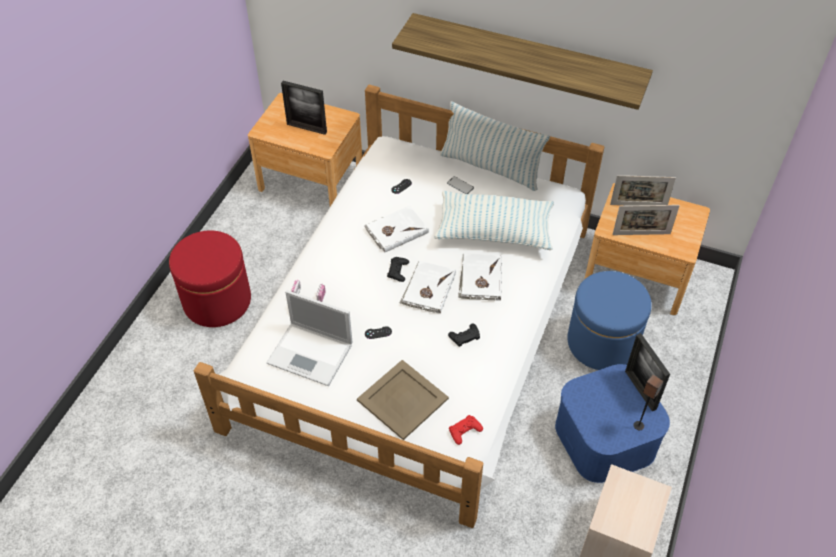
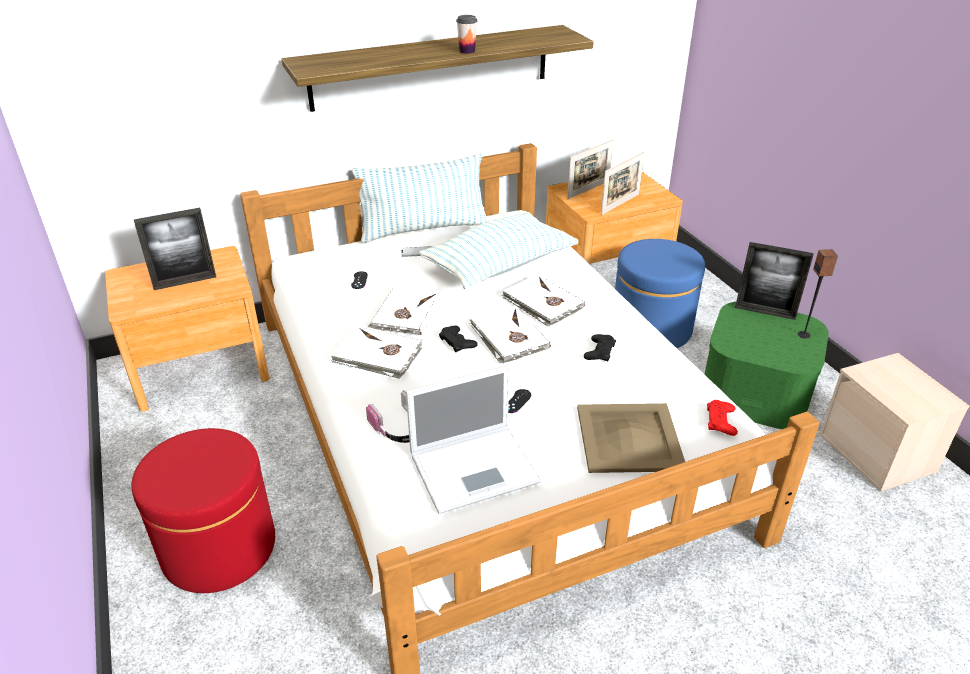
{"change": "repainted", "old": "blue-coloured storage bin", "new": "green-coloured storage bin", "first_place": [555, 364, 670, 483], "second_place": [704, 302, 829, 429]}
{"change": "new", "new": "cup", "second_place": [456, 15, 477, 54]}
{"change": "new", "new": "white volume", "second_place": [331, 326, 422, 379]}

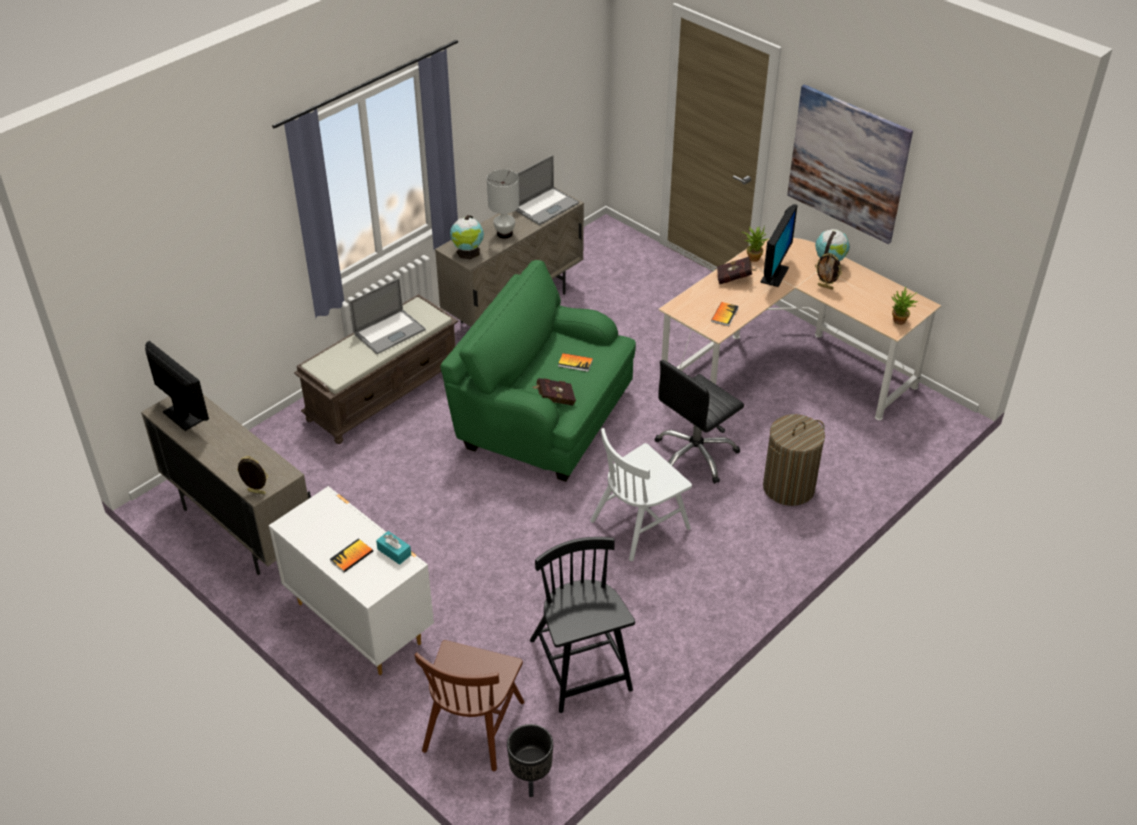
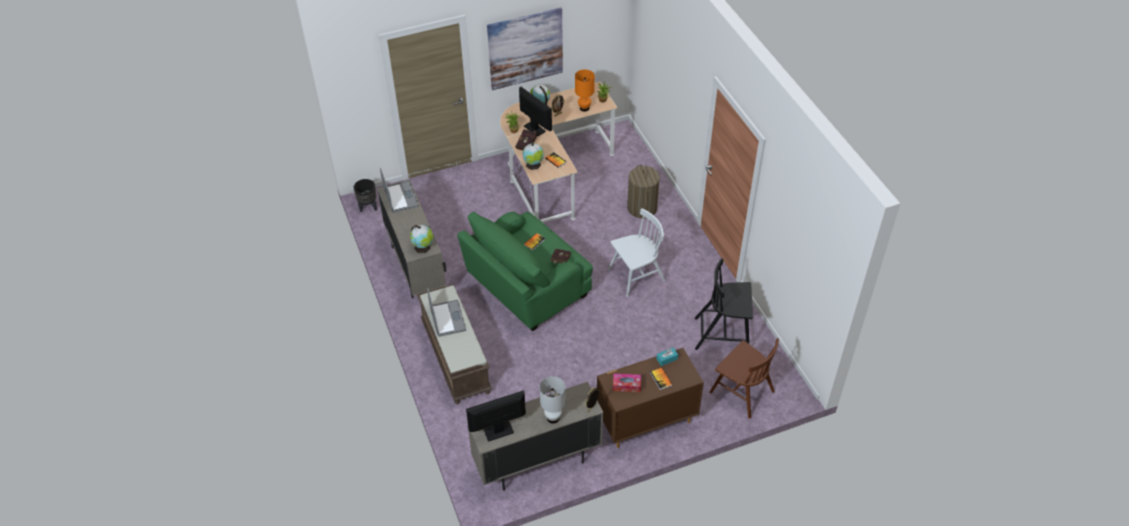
{"change": "shifted", "old": "white lamp for a table", "first_place": [487, 169, 519, 239], "second_place": [539, 376, 565, 423]}
{"change": "gone", "old": "black-coloured office chair", "first_place": [655, 360, 744, 484]}
{"change": "rotated", "old": "white upright chair", "first_place": [590, 428, 692, 561], "second_place": [608, 208, 666, 297], "degrees": -105}
{"change": "repainted", "old": "white drawer chest", "new": "brownish drawer chest", "first_place": [269, 486, 434, 675], "second_place": [597, 348, 704, 448]}
{"change": "shifted", "old": "black-coloured flower pot", "first_place": [507, 724, 553, 797], "second_place": [354, 179, 377, 212]}
{"change": "new", "new": "orangey lamp for a table", "second_place": [575, 70, 595, 112]}
{"change": "new", "new": "world globe", "second_place": [523, 142, 544, 170]}
{"change": "new", "new": "tissue box", "second_place": [613, 374, 641, 392]}

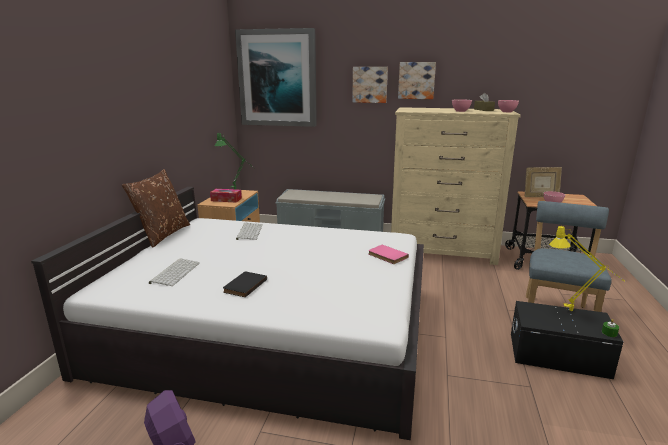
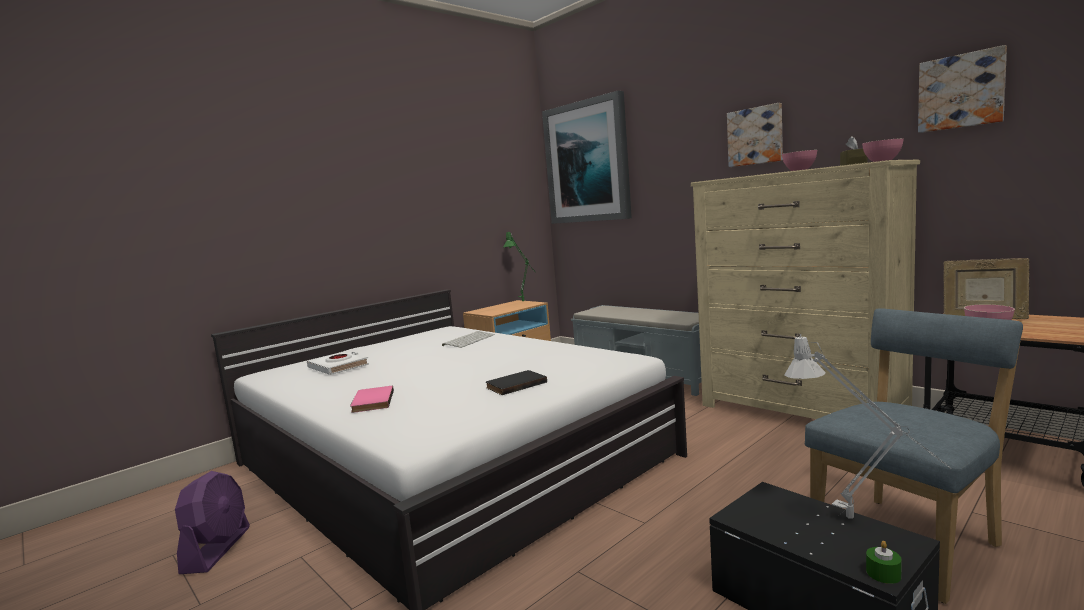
{"change": "shifted", "old": "picture", "first_place": [352, 67, 388, 103], "second_place": [918, 45, 1007, 133]}
{"change": "gone", "old": "brownish throw pillow", "first_place": [122, 169, 190, 248]}
{"change": "gone", "old": "tissue box", "first_place": [210, 189, 242, 203]}
{"change": "repainted", "old": "yellow-coloured lamp for a table", "new": "gray lamp for a table", "first_place": [549, 225, 625, 311], "second_place": [784, 334, 950, 519]}
{"change": "shifted", "old": "pink-coloured volume", "first_place": [368, 245, 409, 264], "second_place": [350, 386, 394, 413]}
{"change": "swapped", "old": "keyboard", "new": "white volume", "first_place": [149, 258, 200, 286], "second_place": [307, 351, 369, 375]}
{"change": "shifted", "old": "black-coloured volume", "first_place": [223, 272, 267, 297], "second_place": [486, 370, 547, 395]}

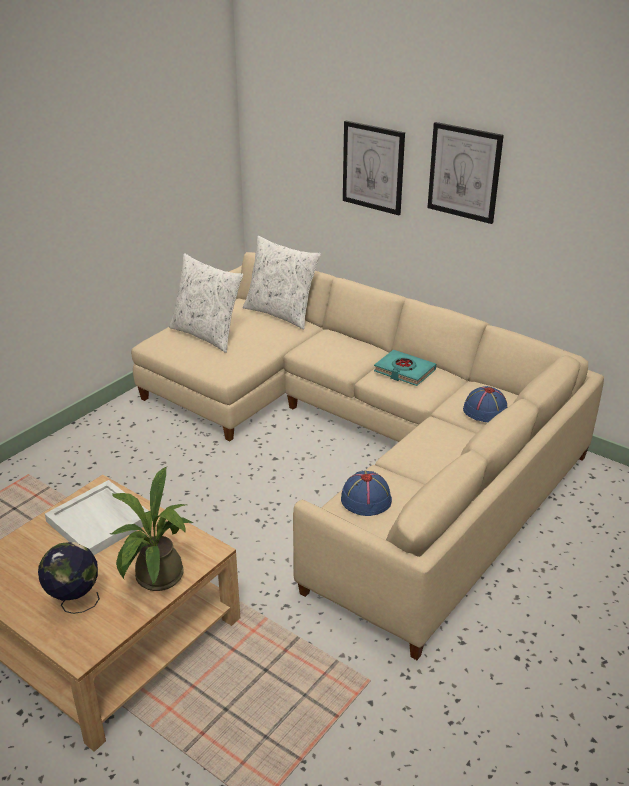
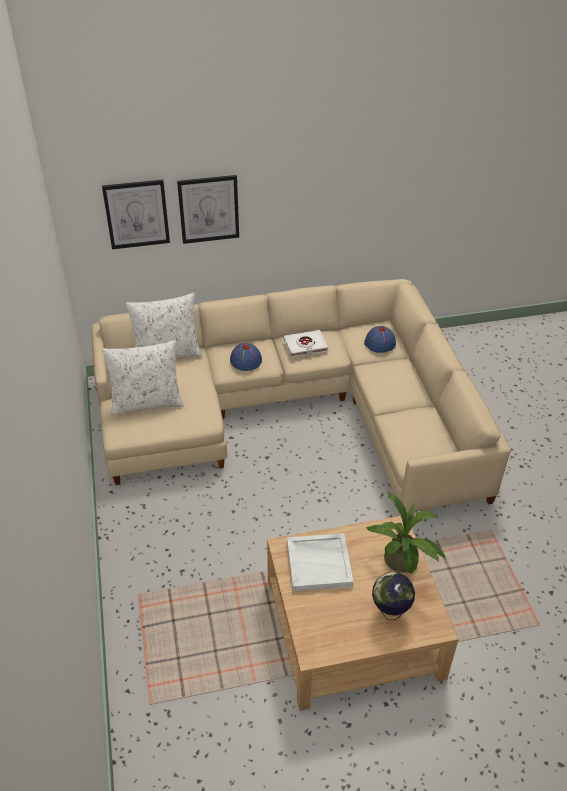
{"change": "shifted", "old": "picture", "first_place": [428, 122, 504, 224], "second_place": [102, 180, 170, 249]}
{"change": "repainted", "old": "turquoise-coloured volume", "new": "white volume", "first_place": [374, 350, 436, 386], "second_place": [284, 330, 328, 358]}
{"change": "shifted", "old": "blue-coloured hat", "first_place": [341, 471, 392, 516], "second_place": [230, 343, 262, 371]}

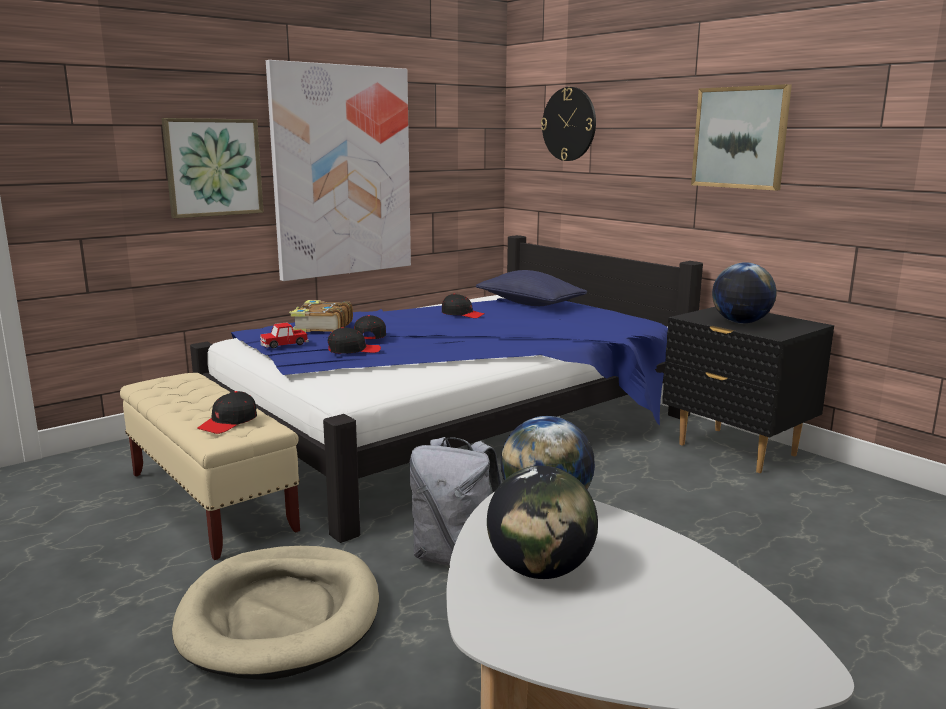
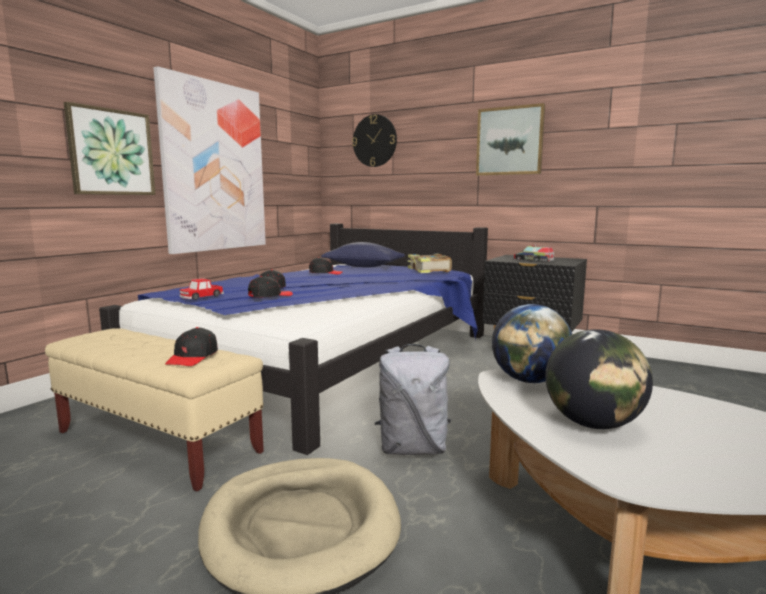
{"change": "swapped", "old": "world globe", "new": "model truck", "first_place": [712, 262, 777, 324], "second_place": [514, 245, 554, 262]}
{"change": "shifted", "old": "volume", "first_place": [289, 300, 353, 332], "second_place": [407, 253, 452, 273]}

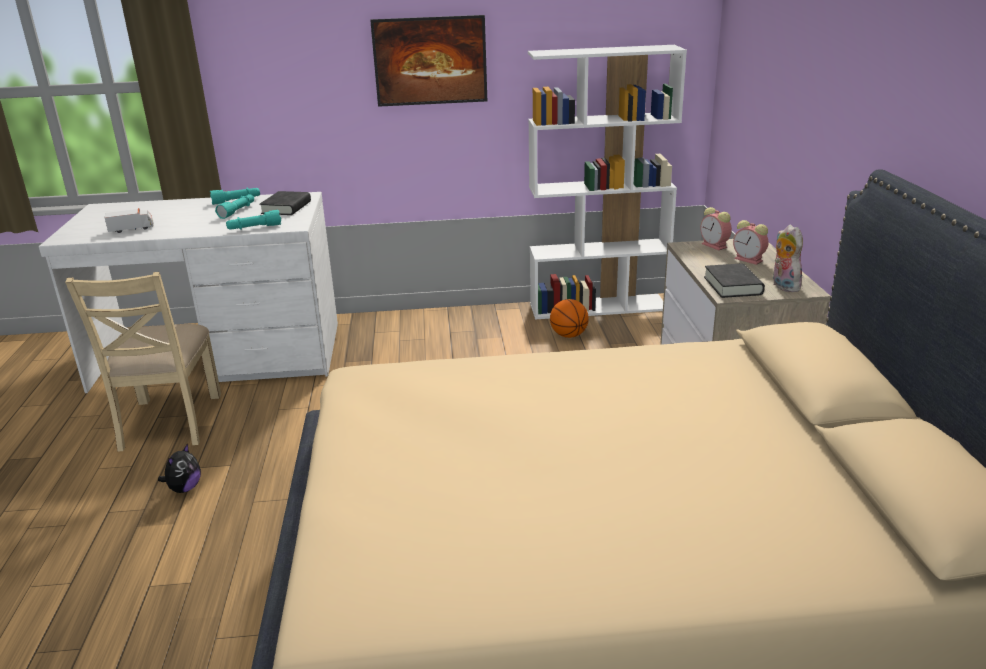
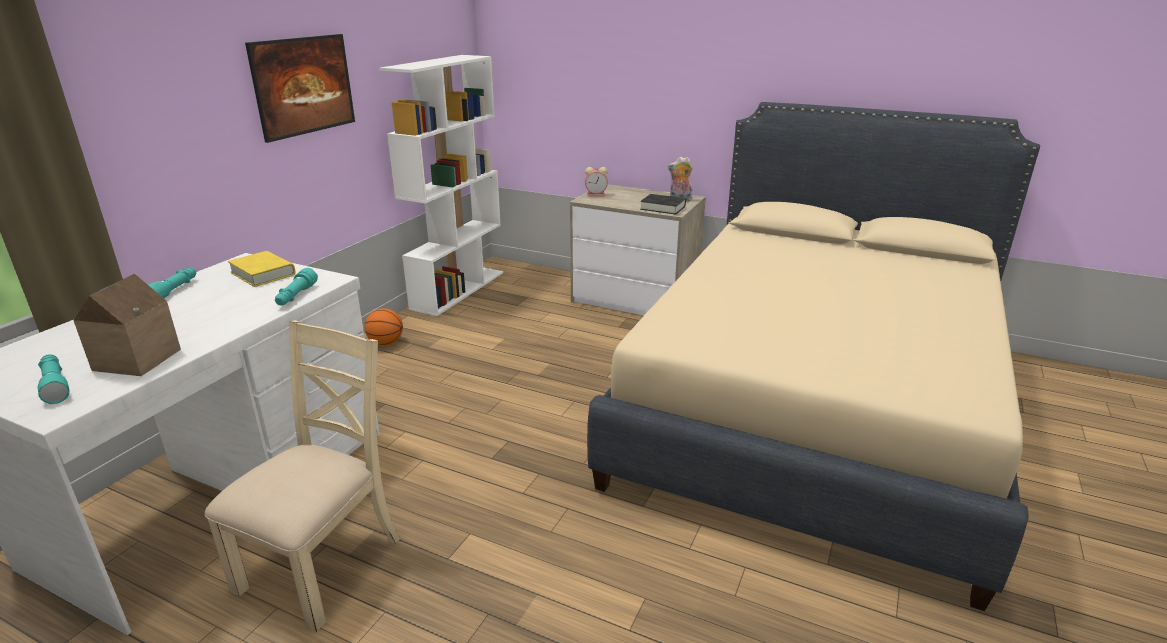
{"change": "repainted", "old": "black-coloured volume", "new": "yellow-coloured volume", "first_place": [259, 191, 311, 215], "second_place": [228, 251, 295, 287]}
{"change": "shifted", "old": "turquoise-coloured torch", "first_place": [215, 194, 254, 219], "second_place": [38, 354, 70, 404]}
{"change": "swapped", "old": "model truck", "new": "miniature house", "first_place": [105, 208, 154, 233], "second_place": [73, 274, 181, 376]}
{"change": "gone", "old": "alarm clock", "first_place": [733, 220, 769, 265]}
{"change": "rotated", "old": "beige-coloured upright chair", "first_place": [65, 272, 221, 452], "second_place": [205, 320, 400, 632], "degrees": -90}
{"change": "shifted", "old": "basketball", "first_place": [550, 299, 589, 338], "second_place": [364, 308, 403, 346]}
{"change": "gone", "old": "plush toy", "first_place": [158, 443, 201, 493]}

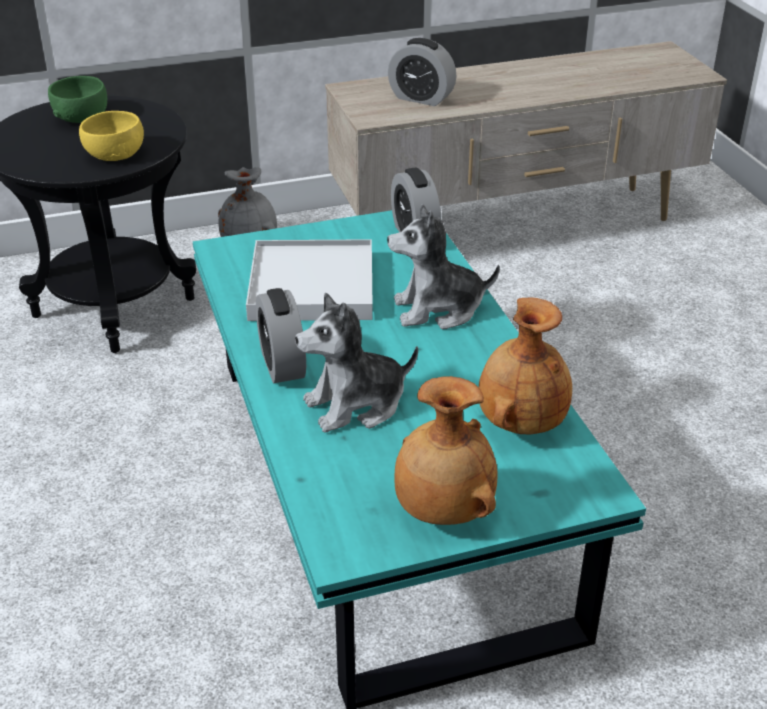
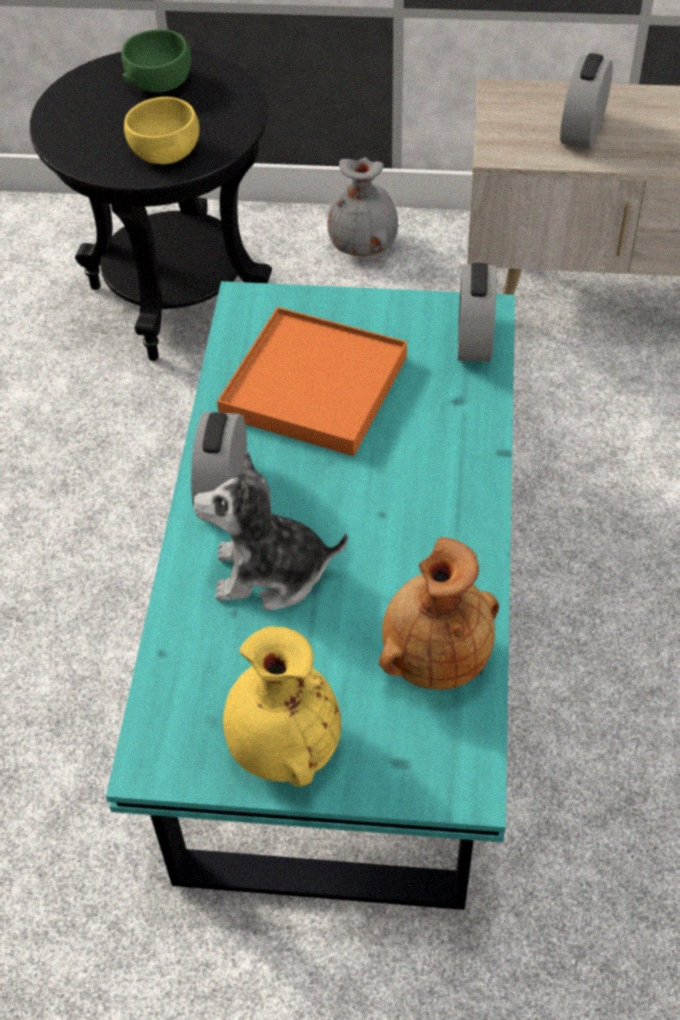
{"change": "rotated", "old": "alarm clock", "first_place": [388, 38, 457, 106], "second_place": [560, 53, 613, 149], "degrees": 60}
{"change": "gone", "old": "plush toy", "first_place": [387, 204, 500, 329]}
{"change": "repainted", "old": "white serving tray", "new": "orangey serving tray", "first_place": [246, 239, 373, 321], "second_place": [217, 307, 407, 456]}
{"change": "repainted", "old": "brownish decorative vase", "new": "yellow-coloured decorative vase", "first_place": [395, 376, 498, 525], "second_place": [223, 626, 341, 787]}

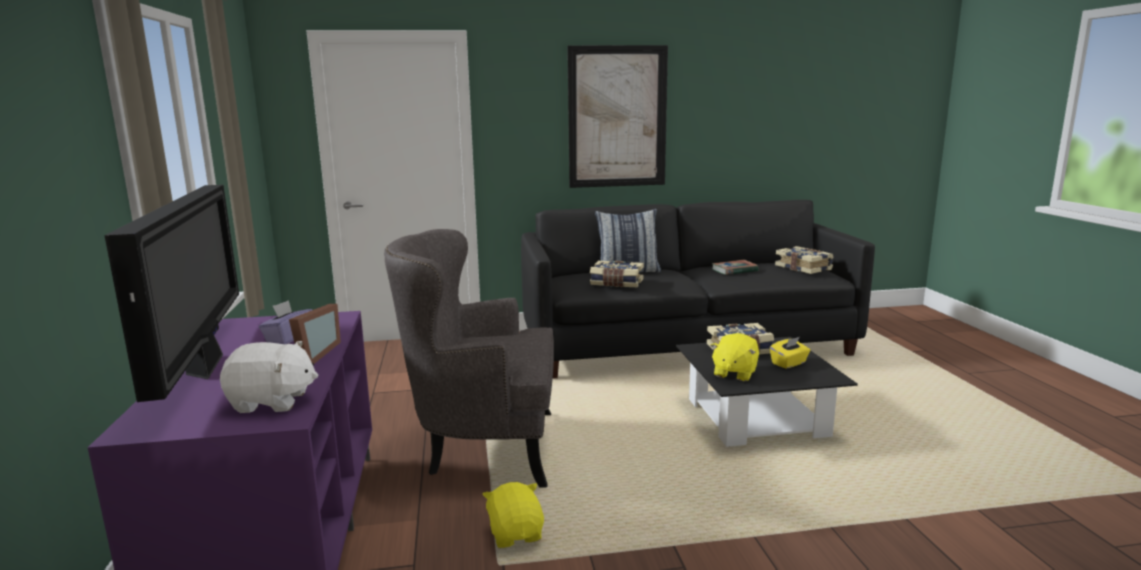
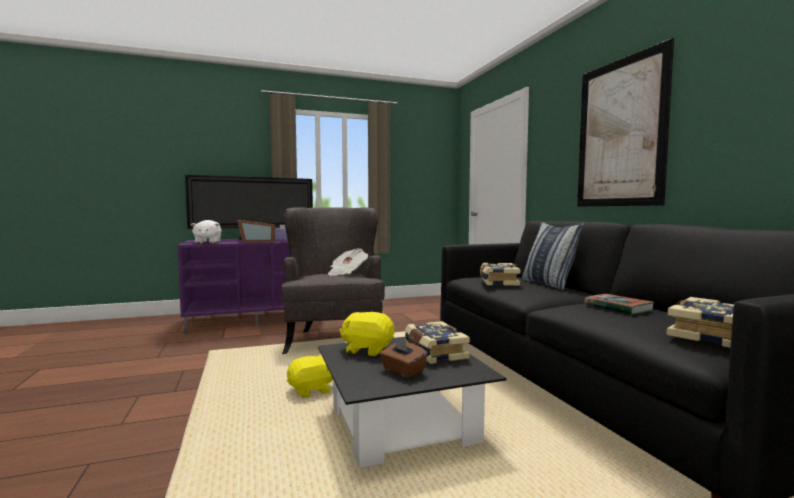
{"change": "repainted", "old": "yellow-coloured tissue box", "new": "brownish tissue box", "first_place": [770, 337, 810, 369], "second_place": [380, 338, 427, 378]}
{"change": "shifted", "old": "yellow-coloured plush toy", "first_place": [482, 482, 544, 548], "second_place": [287, 354, 333, 398]}
{"change": "new", "new": "newspaper", "second_place": [328, 249, 368, 276]}

